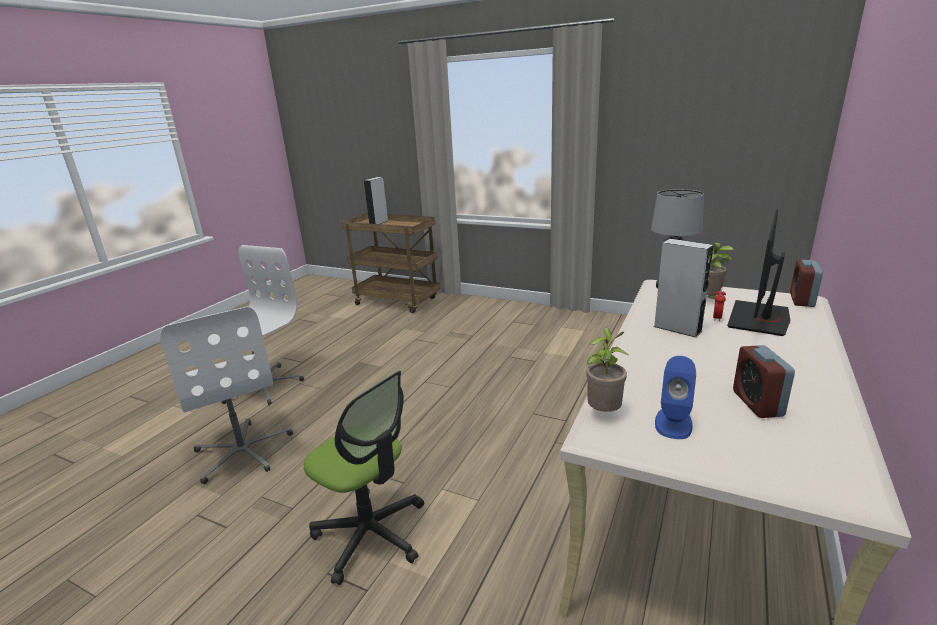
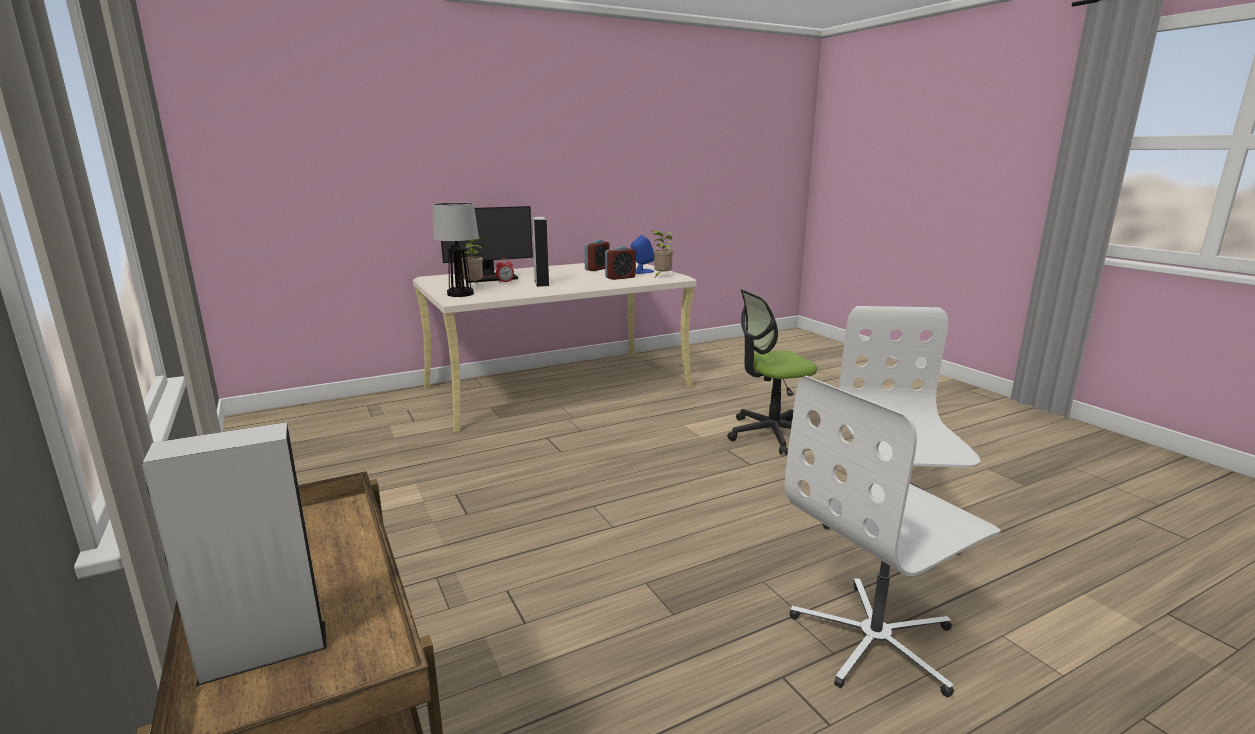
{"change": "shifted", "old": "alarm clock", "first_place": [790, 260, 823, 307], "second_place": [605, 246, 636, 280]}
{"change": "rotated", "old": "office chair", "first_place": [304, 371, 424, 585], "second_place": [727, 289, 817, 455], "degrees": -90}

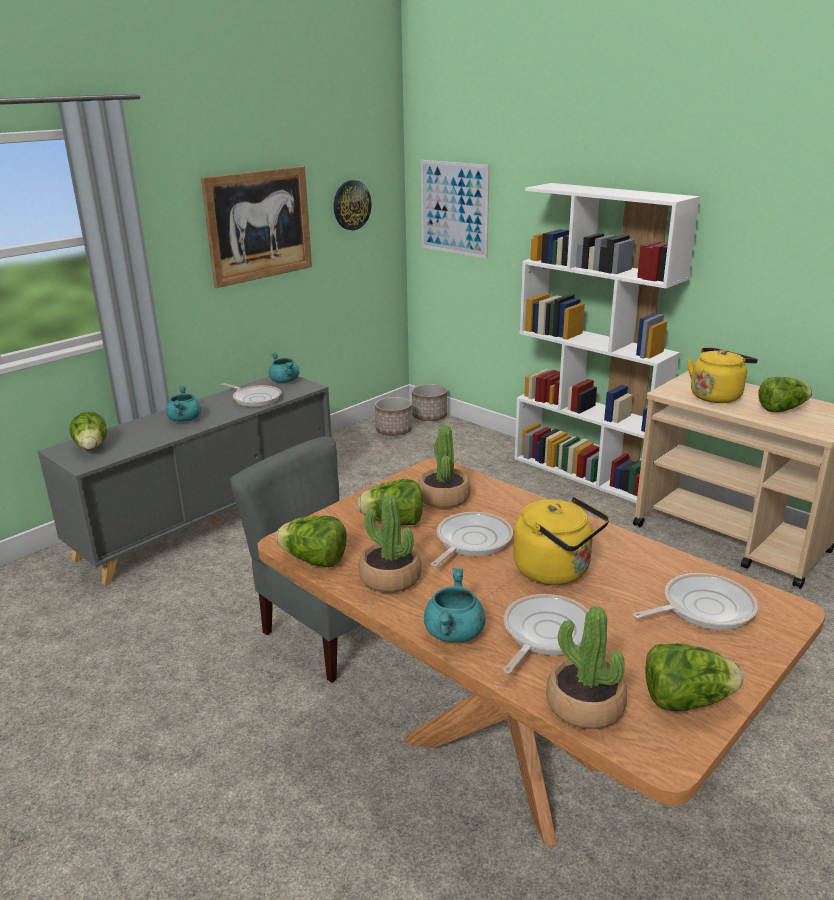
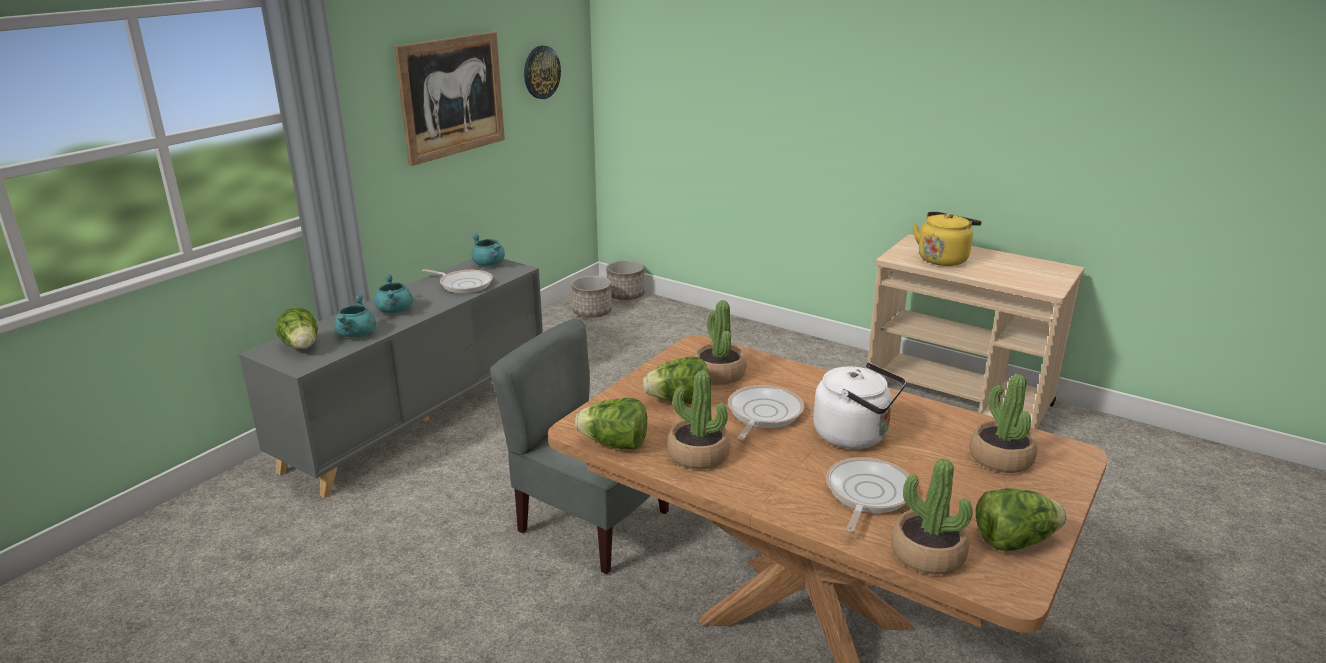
{"change": "gone", "old": "picture", "first_place": [421, 160, 490, 259]}
{"change": "gone", "old": "white bookshelf", "first_place": [514, 183, 700, 503]}
{"change": "gone", "old": "lettuce head", "first_place": [758, 377, 812, 412]}
{"change": "repainted", "old": "yellow-coloured tea kettle", "new": "white tea kettle", "first_place": [513, 497, 609, 585], "second_place": [813, 362, 906, 449]}
{"change": "shifted", "old": "turquoise-coloured saucepot", "first_place": [424, 568, 485, 642], "second_place": [334, 295, 376, 337]}
{"change": "swapped", "old": "pan", "new": "plant in a pot", "first_place": [633, 573, 758, 630], "second_place": [969, 374, 1038, 473]}

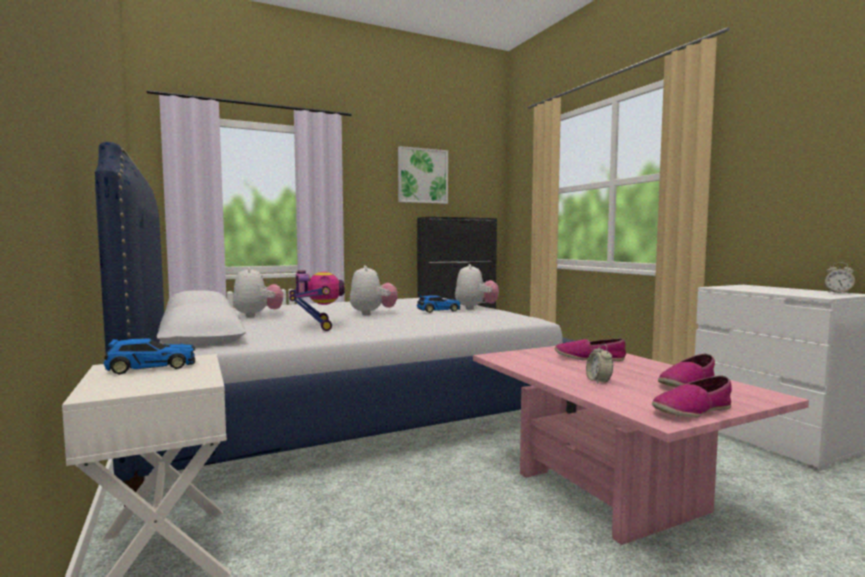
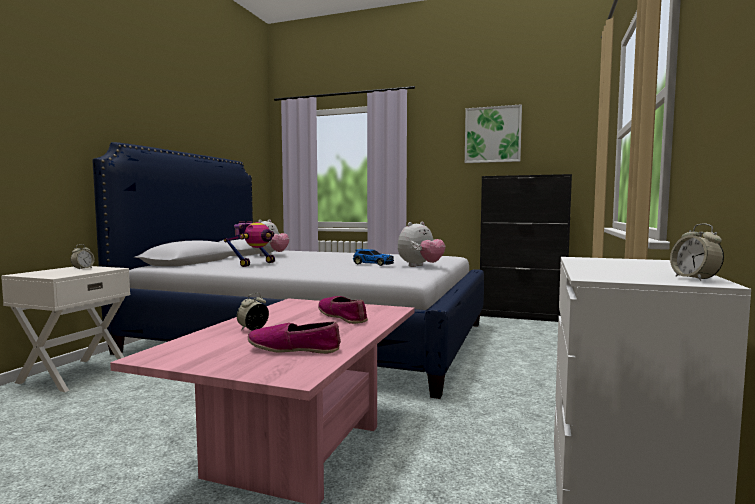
{"change": "gone", "old": "plush toy", "first_place": [350, 265, 398, 315]}
{"change": "swapped", "old": "toy car", "new": "alarm clock", "first_place": [104, 338, 195, 375], "second_place": [71, 244, 95, 270]}
{"change": "gone", "old": "shoe", "first_place": [652, 375, 732, 418]}

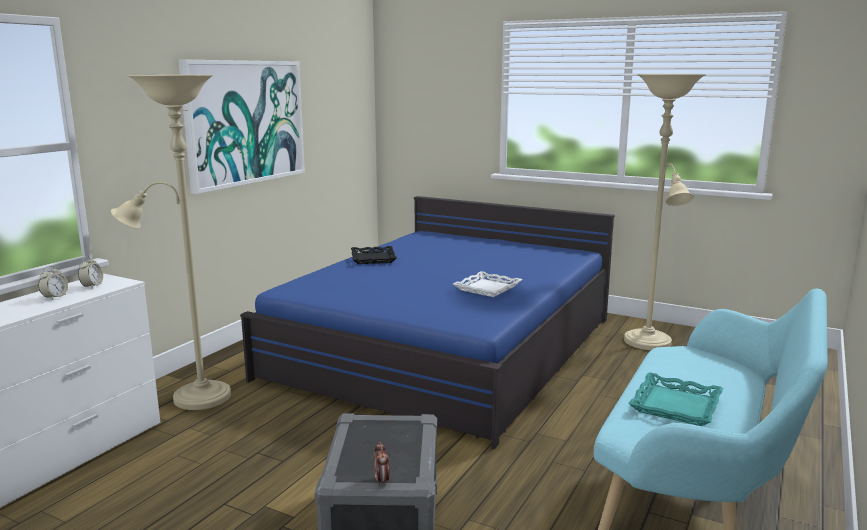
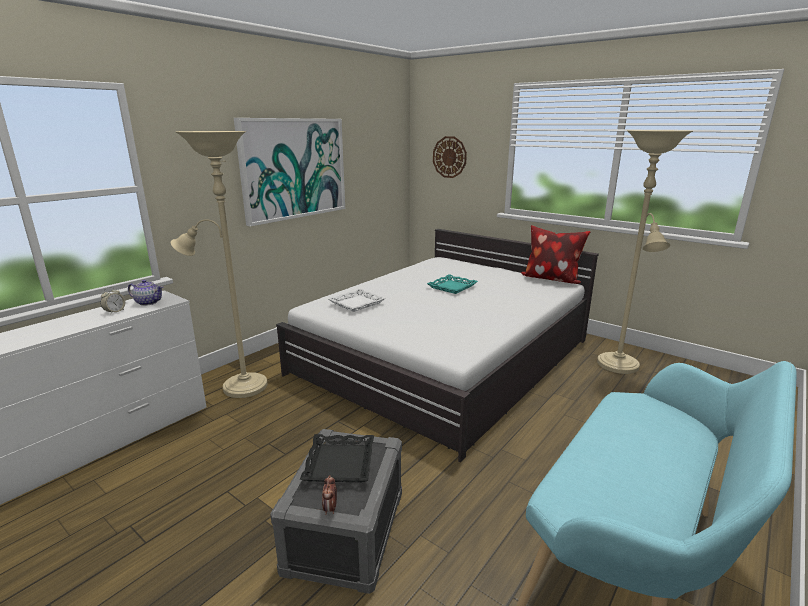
{"change": "repainted", "old": "blue-coloured sleeping bed", "new": "white sleeping bed", "first_place": [240, 196, 615, 449], "second_place": [276, 229, 599, 462]}
{"change": "shifted", "old": "black-coloured serving tray", "first_place": [351, 246, 397, 264], "second_place": [300, 434, 374, 482]}
{"change": "swapped", "old": "alarm clock", "new": "pot for tea", "first_place": [78, 256, 103, 288], "second_place": [128, 280, 163, 306]}
{"change": "shifted", "old": "white serving tray", "first_place": [453, 271, 522, 297], "second_place": [328, 289, 385, 312]}
{"change": "shifted", "old": "turquoise-coloured serving tray", "first_place": [628, 372, 723, 426], "second_place": [427, 274, 478, 294]}
{"change": "new", "new": "clock on the wall", "second_place": [433, 136, 467, 178]}
{"change": "new", "new": "throw pillow", "second_place": [521, 225, 591, 284]}

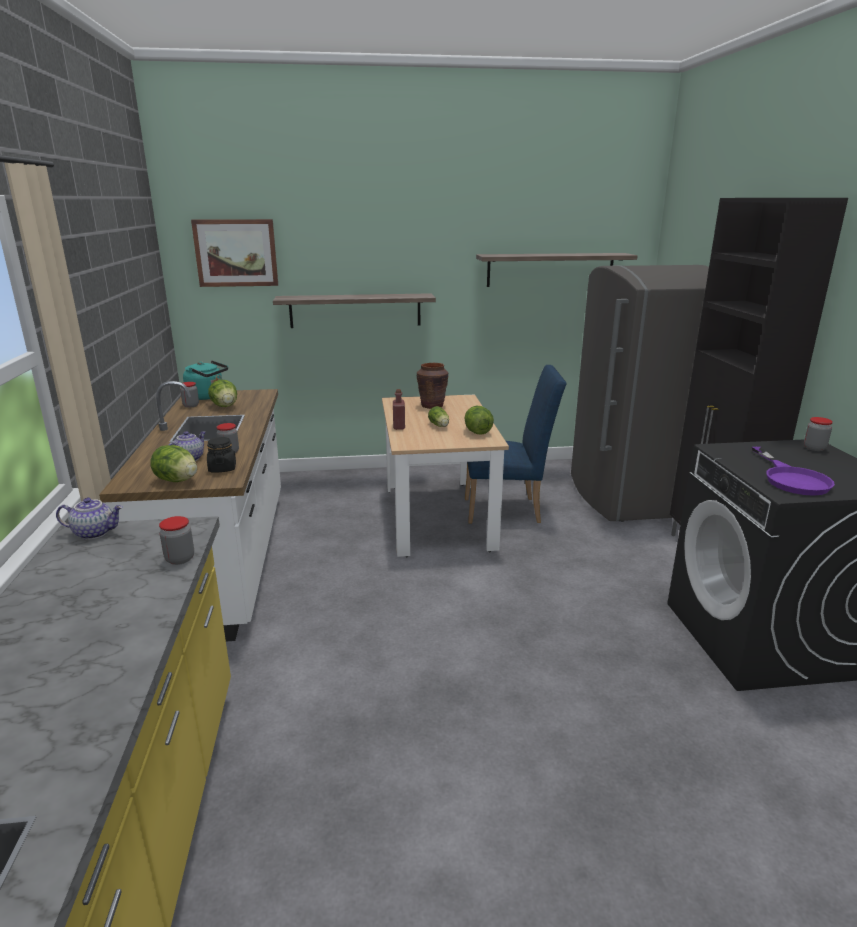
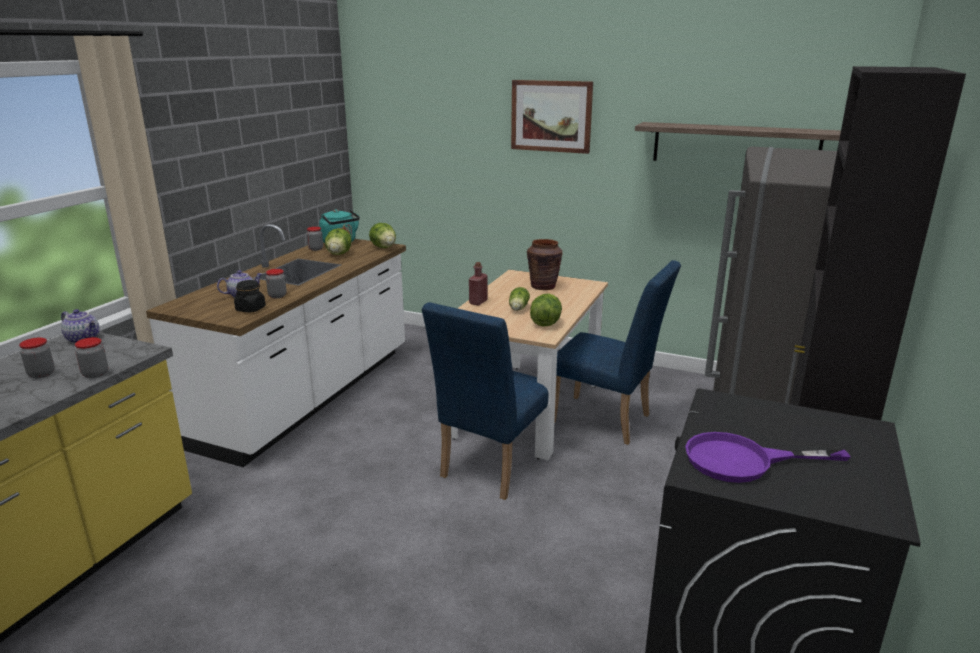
{"change": "shifted", "old": "picture", "first_place": [191, 219, 278, 287], "second_place": [511, 80, 593, 154]}
{"change": "gone", "old": "wall shelf", "first_place": [273, 293, 436, 328]}
{"change": "shifted", "old": "storage jar", "first_place": [804, 417, 833, 451], "second_place": [19, 338, 55, 378]}
{"change": "shifted", "old": "lettuce head", "first_place": [150, 445, 197, 482], "second_place": [369, 223, 396, 248]}
{"change": "rotated", "old": "purple-coloured pan", "first_place": [752, 447, 835, 496], "second_place": [685, 432, 850, 483], "degrees": 60}
{"change": "new", "new": "blue-coloured upright chair", "second_place": [422, 302, 548, 500]}

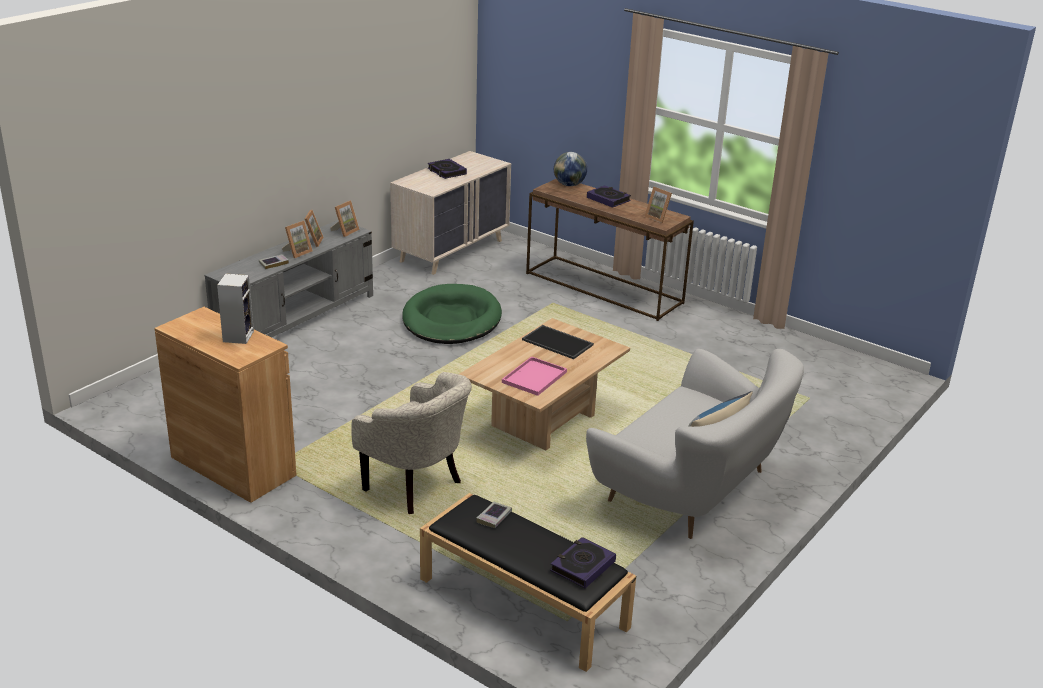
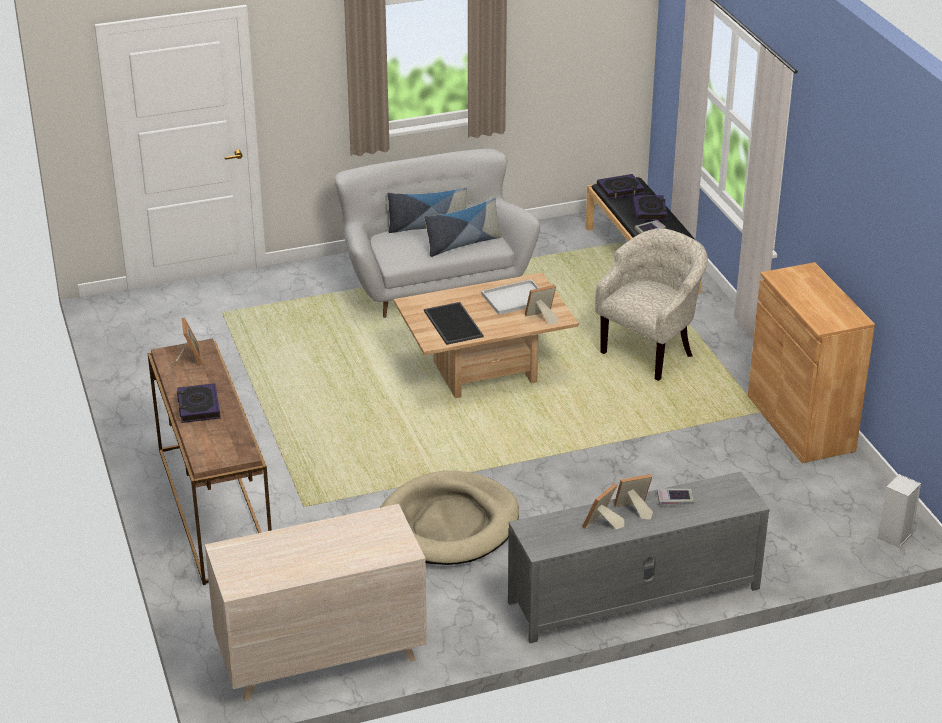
{"change": "gone", "old": "world globe", "first_place": [554, 152, 587, 186]}
{"change": "shifted", "old": "volume", "first_place": [428, 159, 467, 179], "second_place": [633, 195, 667, 221]}
{"change": "shifted", "old": "picture frame", "first_place": [330, 201, 360, 237], "second_place": [525, 285, 558, 324]}
{"change": "shifted", "old": "audio speaker", "first_place": [217, 273, 254, 344], "second_place": [878, 474, 921, 548]}
{"change": "repainted", "old": "green-coloured pet bed", "new": "beige-coloured pet bed", "first_place": [402, 284, 502, 344], "second_place": [380, 471, 519, 565]}
{"change": "repainted", "old": "pink-coloured serving tray", "new": "white serving tray", "first_place": [502, 356, 567, 396], "second_place": [481, 279, 539, 315]}
{"change": "rotated", "old": "beige-coloured easy chair", "first_place": [351, 372, 472, 514], "second_place": [595, 228, 708, 381], "degrees": 60}
{"change": "new", "new": "throw pillow", "second_place": [424, 197, 502, 257]}

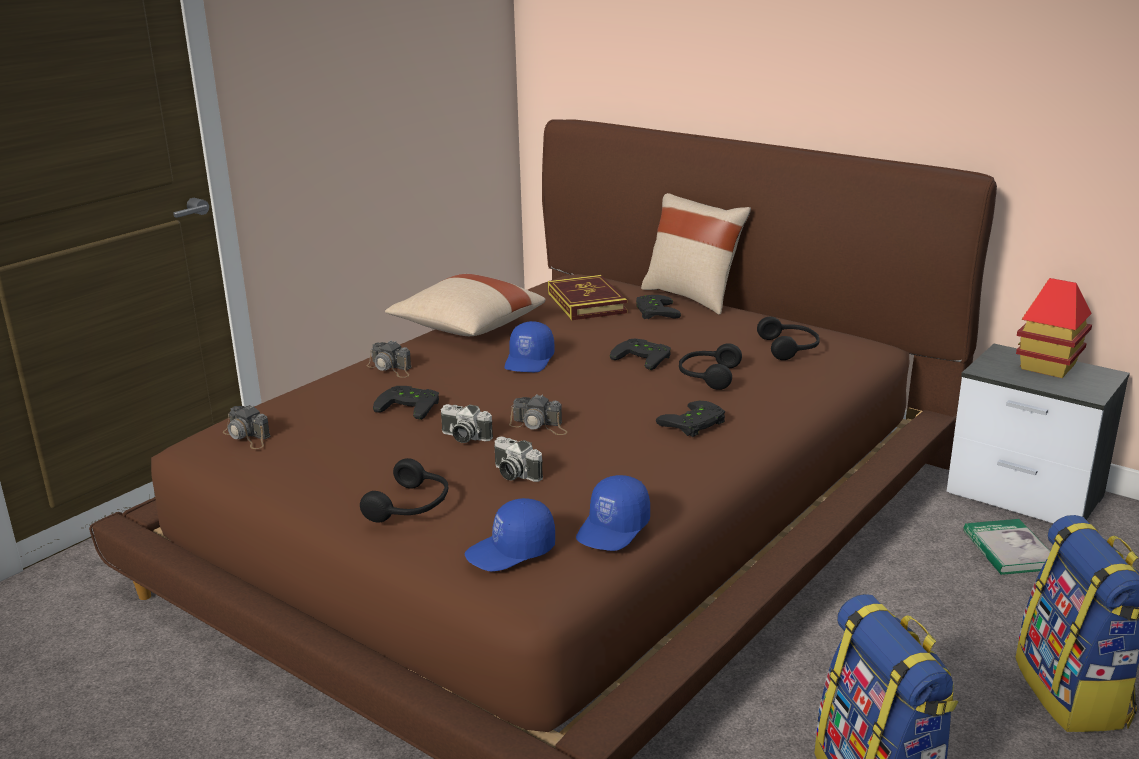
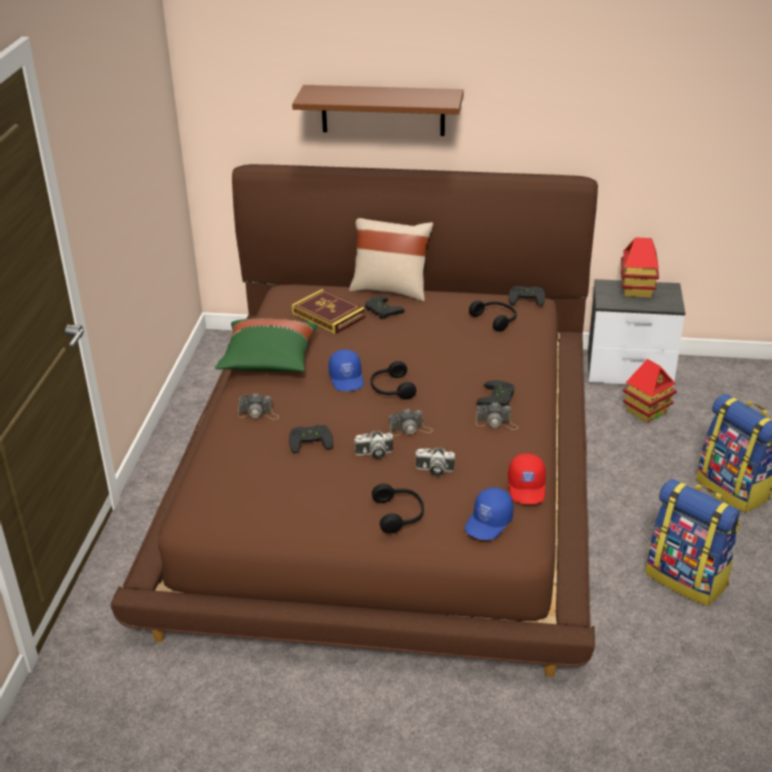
{"change": "repainted", "old": "beige-coloured throw pillow", "new": "green-coloured throw pillow", "first_place": [385, 274, 546, 336], "second_place": [215, 318, 318, 372]}
{"change": "shifted", "old": "black-coloured game controller", "first_place": [610, 339, 671, 370], "second_place": [509, 286, 545, 306]}
{"change": "shifted", "old": "black-coloured pair of headphones", "first_place": [679, 343, 742, 390], "second_place": [371, 361, 416, 399]}
{"change": "shifted", "old": "still camera", "first_place": [223, 405, 271, 449], "second_place": [475, 402, 518, 430]}
{"change": "repainted", "old": "blue-coloured baseball cap", "new": "red-coloured baseball cap", "first_place": [576, 475, 650, 551], "second_place": [508, 453, 546, 504]}
{"change": "swapped", "old": "volume", "new": "miniature house", "first_place": [964, 519, 1050, 575], "second_place": [623, 359, 677, 423]}
{"change": "new", "new": "brownish wall shelf", "second_place": [292, 85, 464, 136]}

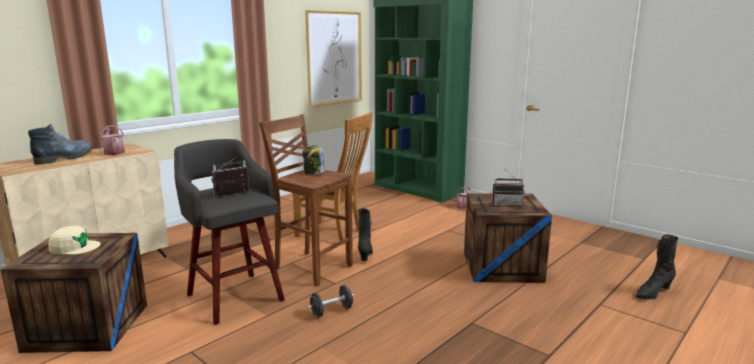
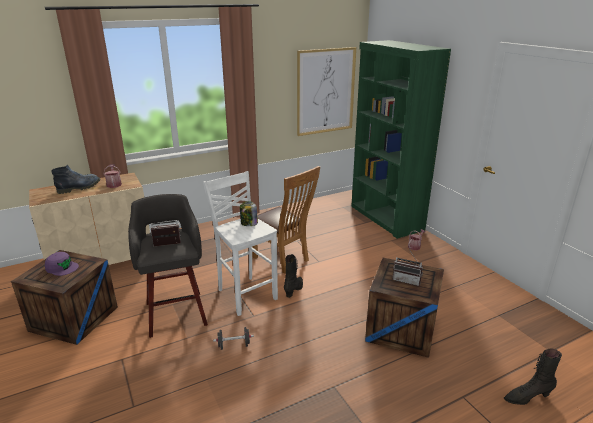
{"change": "repainted", "old": "brownish stool seat", "new": "white stool seat", "first_place": [259, 114, 353, 286], "second_place": [203, 171, 278, 316]}
{"change": "repainted", "old": "beige-coloured baseball cap", "new": "purple-coloured baseball cap", "first_place": [48, 226, 101, 255], "second_place": [45, 252, 79, 276]}

